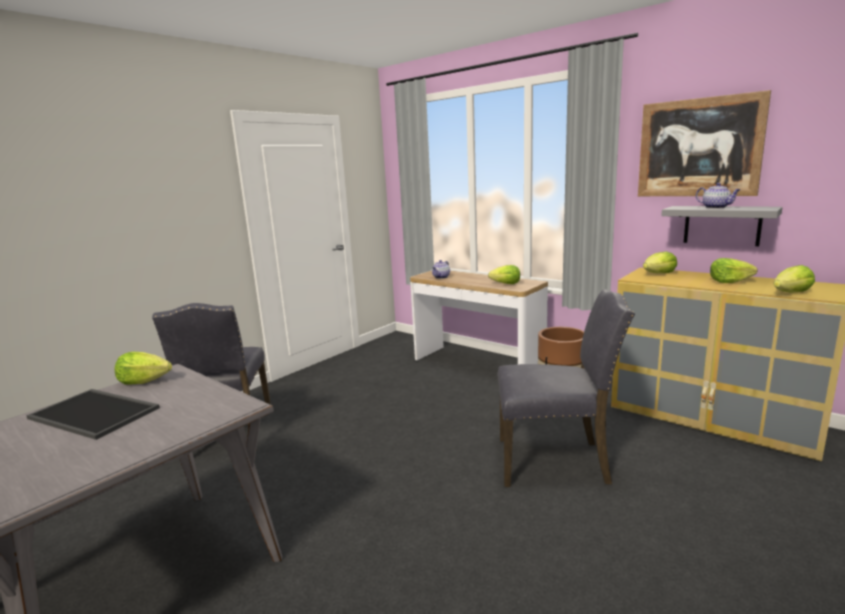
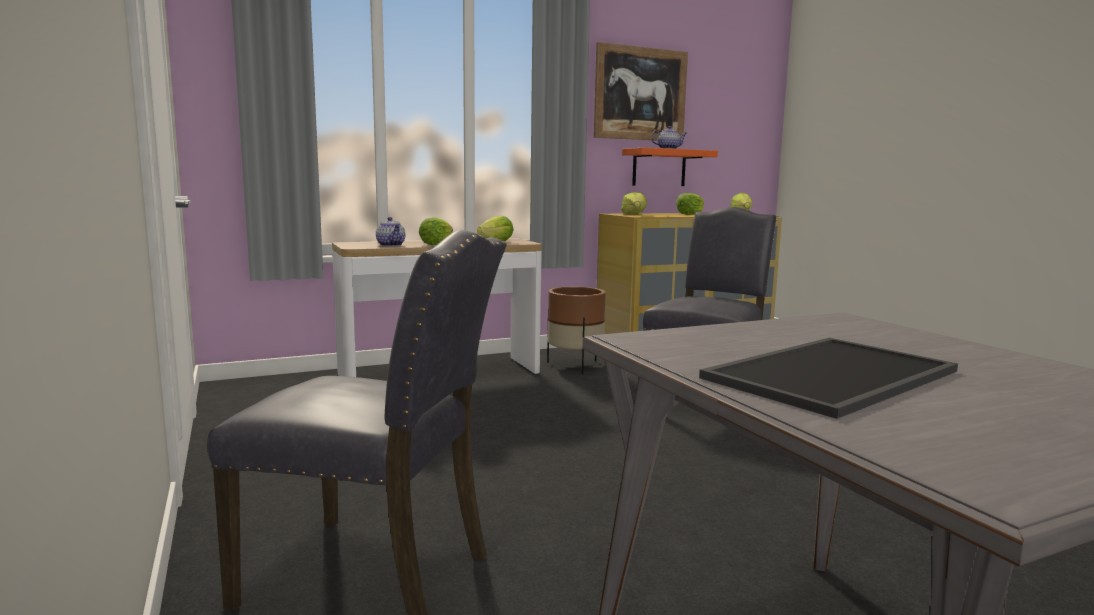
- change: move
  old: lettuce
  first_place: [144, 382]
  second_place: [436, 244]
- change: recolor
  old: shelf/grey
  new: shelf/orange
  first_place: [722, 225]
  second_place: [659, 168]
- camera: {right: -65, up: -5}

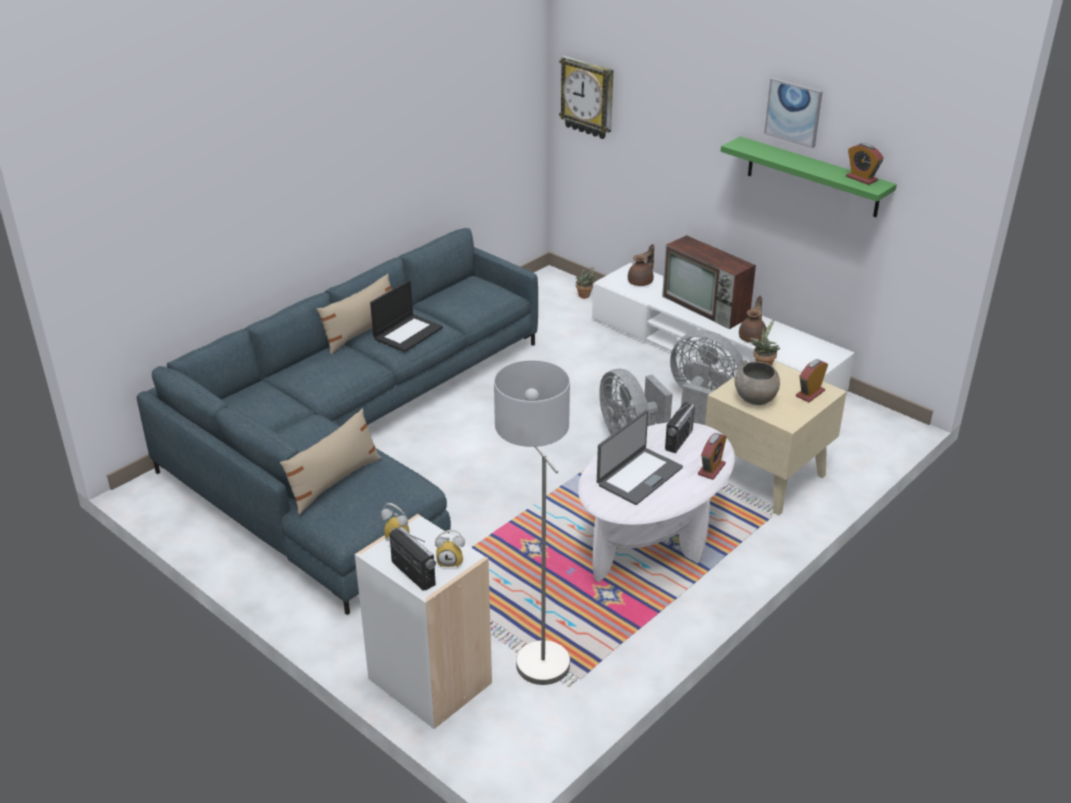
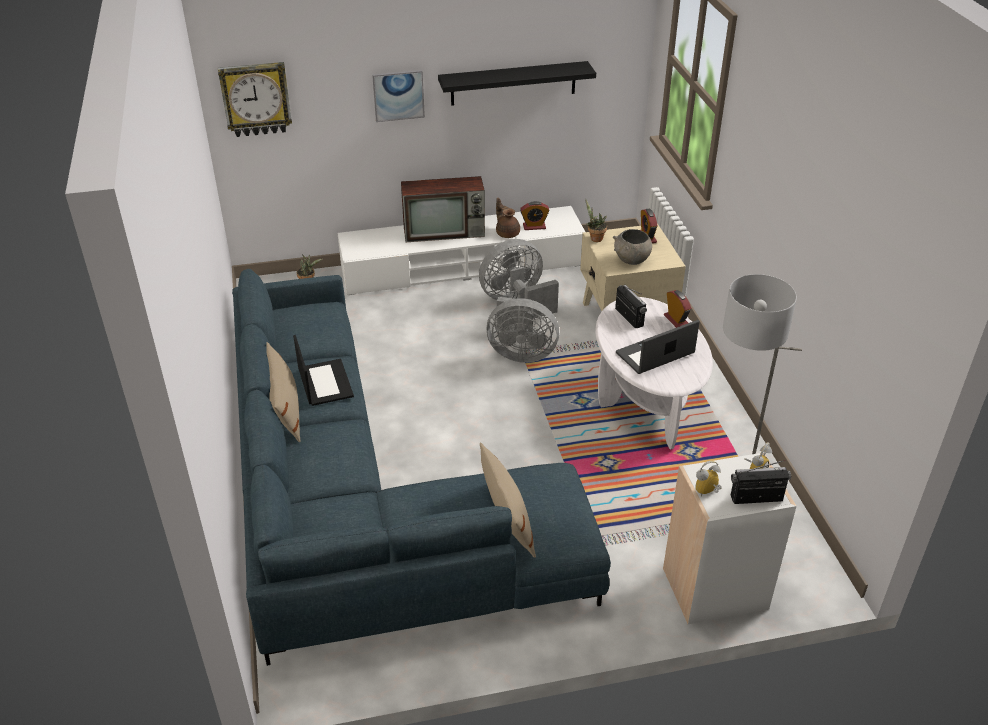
- change: move
  old: picture
  first_place: [793, 112]
  second_place: [398, 95]
- change: recolor
  old: shelf/green
  new: shelf/black
  first_place: [812, 177]
  second_place: [513, 83]
- change: move
  old: alarm clock
  first_place: [861, 178]
  second_place: [534, 226]
- change: rotate
  old: laptop
  first_place: [638, 476]
  second_place: [655, 354]
  degrees: -105
- change: delete
  old: teapot/brown
  first_place: [641, 282]
- camera: {right: -55, up: 5}

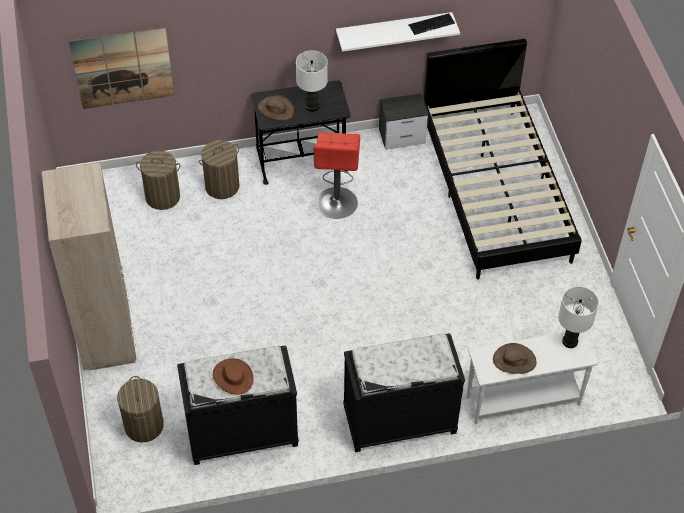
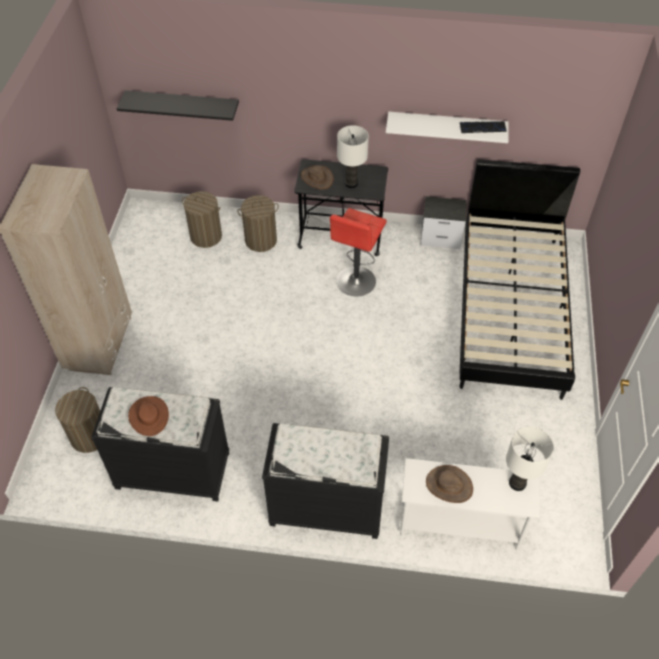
- change: replace
  old: picture
  new: shelf/black
  first_place: [123, 68]
  second_place: [183, 104]
- camera: {right: 20, up: 0}

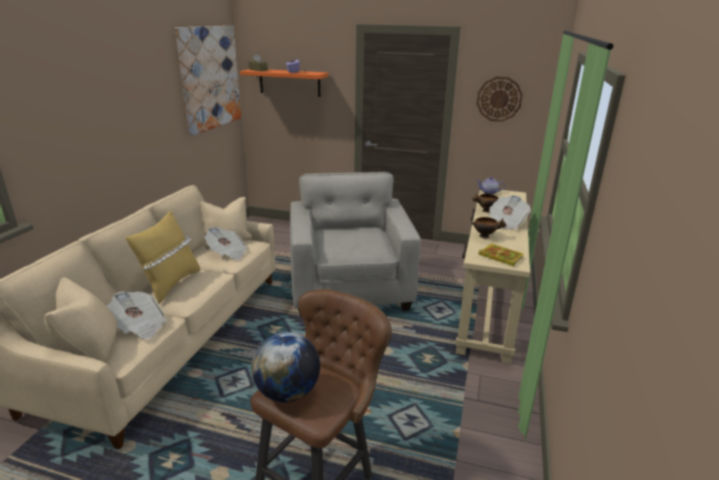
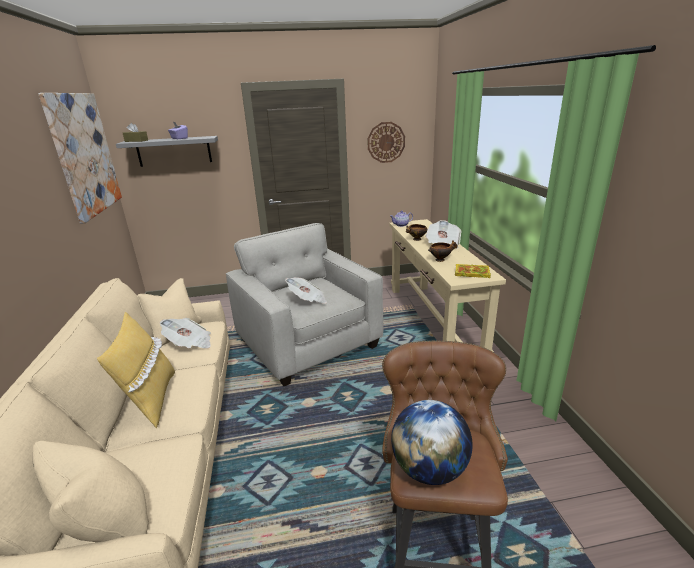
- change: recolor
  old: shelf/orange
  new: shelf/grey
  first_place: [289, 82]
  second_place: [174, 151]
- change: move
  old: newspaper
  first_place: [139, 326]
  second_place: [308, 300]
- camera: {right: -25, up: 0}

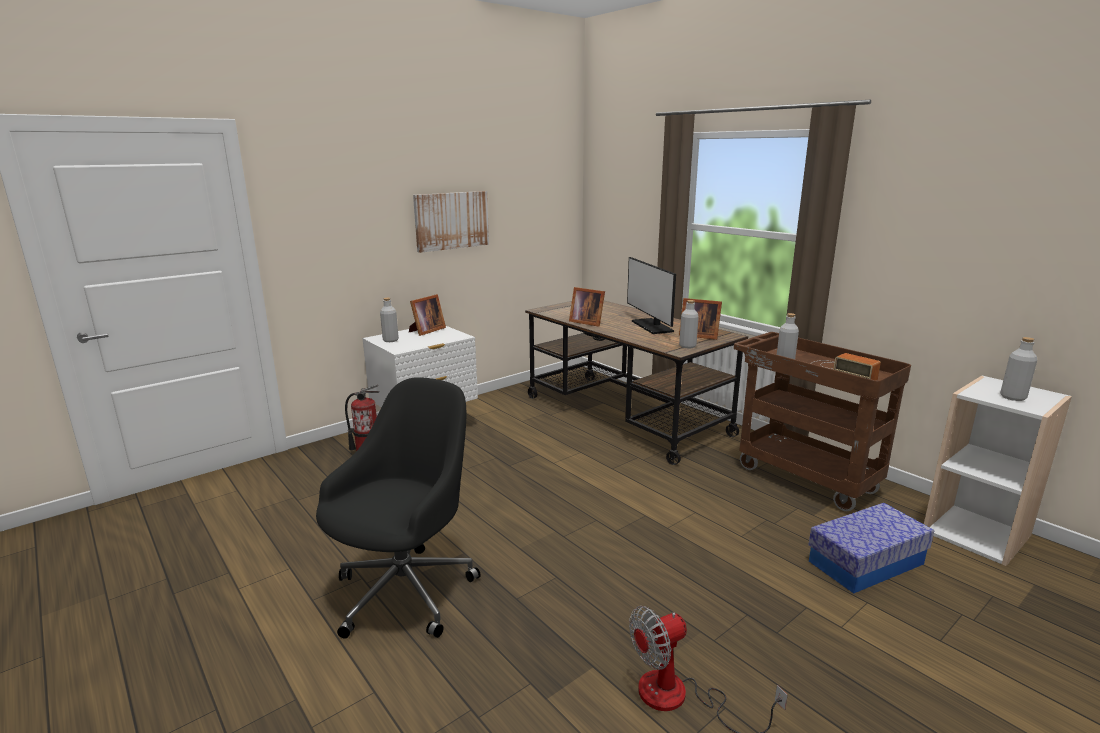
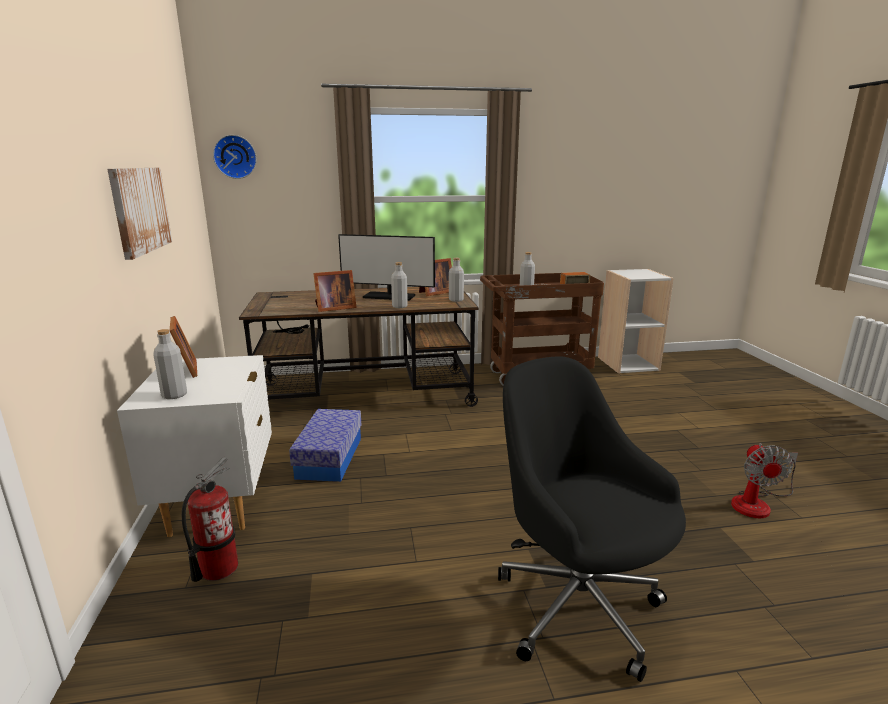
- change: insert
  new: wall clock
  second_place: [235, 157]
- change: move
  old: storage box
  first_place: [866, 562]
  second_place: [329, 457]
- change: move
  old: bottle/grey
  first_place: [1013, 397]
  second_place: [399, 306]
- camera: {right: -60, up: 0}

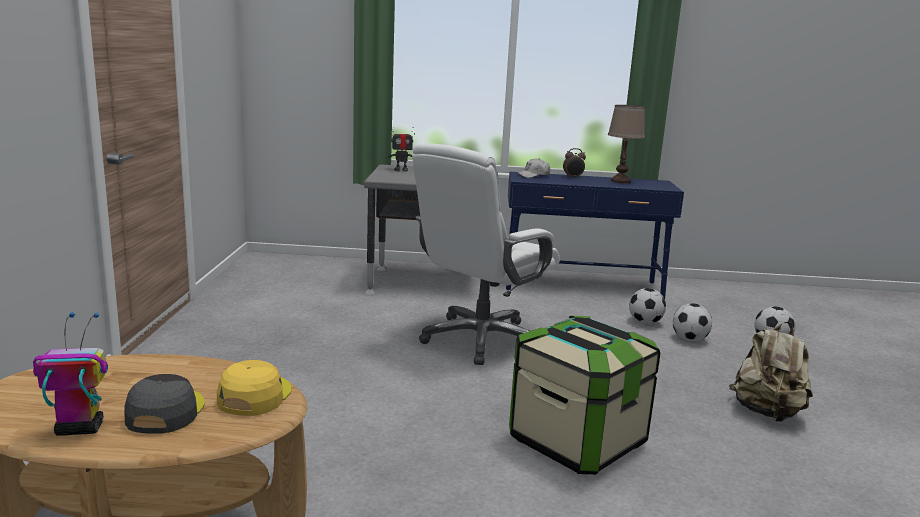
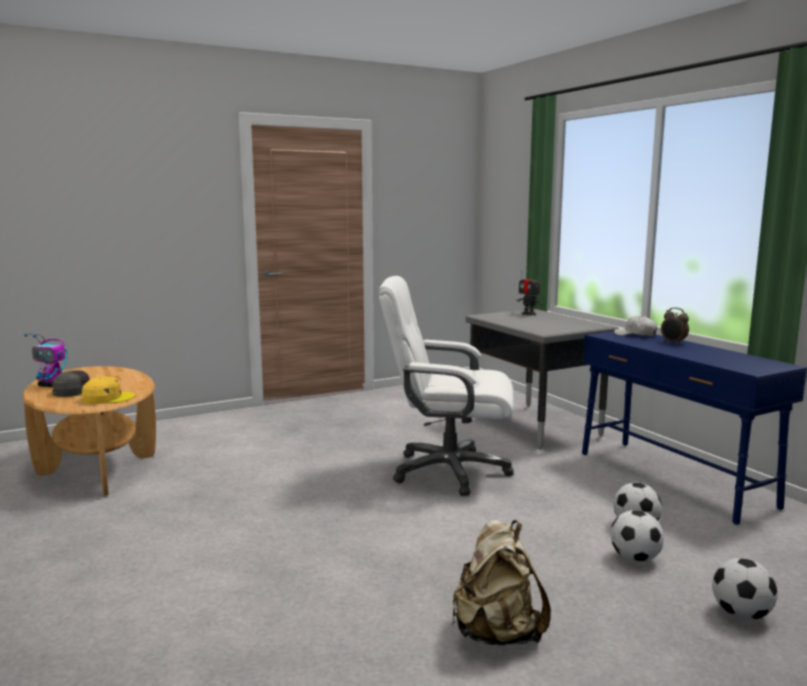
- change: rotate
  old: toy robot
  first_place: [78, 429]
  second_place: [52, 386]
  degrees: 150
- change: delete
  old: storage box
  first_place: [577, 441]
- change: delete
  old: table lamp/brown
  first_place: [620, 181]
- camera: {right: 60, up: -5}

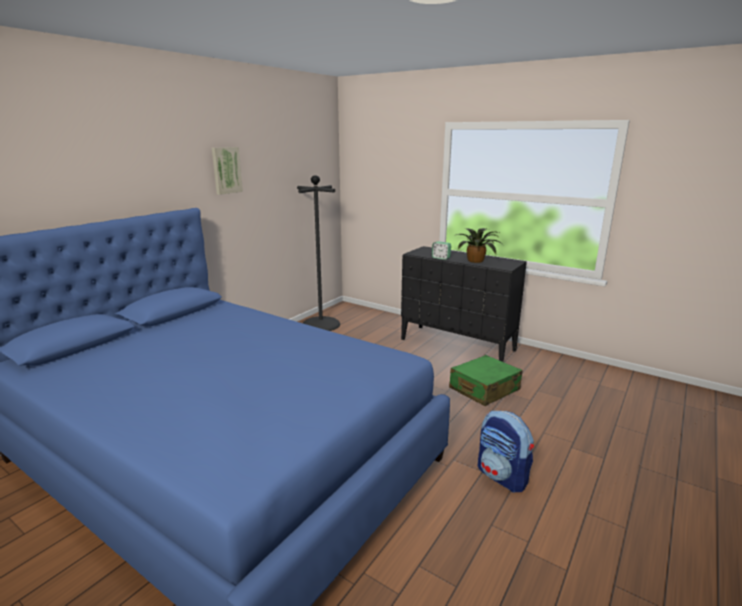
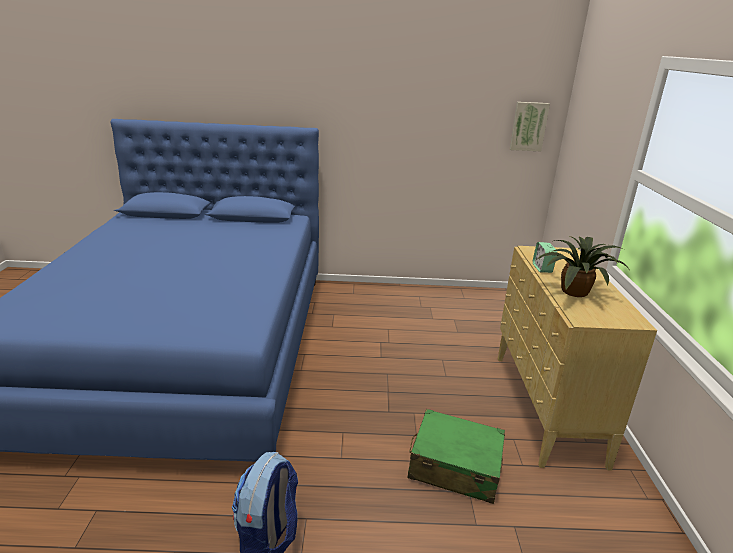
- change: recolor
  old: dresser/black
  new: dresser/beige
  first_place: [457, 345]
  second_place: [544, 407]
- change: move
  old: picture
  first_place: [226, 170]
  second_place: [528, 126]
- change: delete
  old: clothes rack/black
  first_place: [321, 324]
- camera: {right: 55, up: 5}

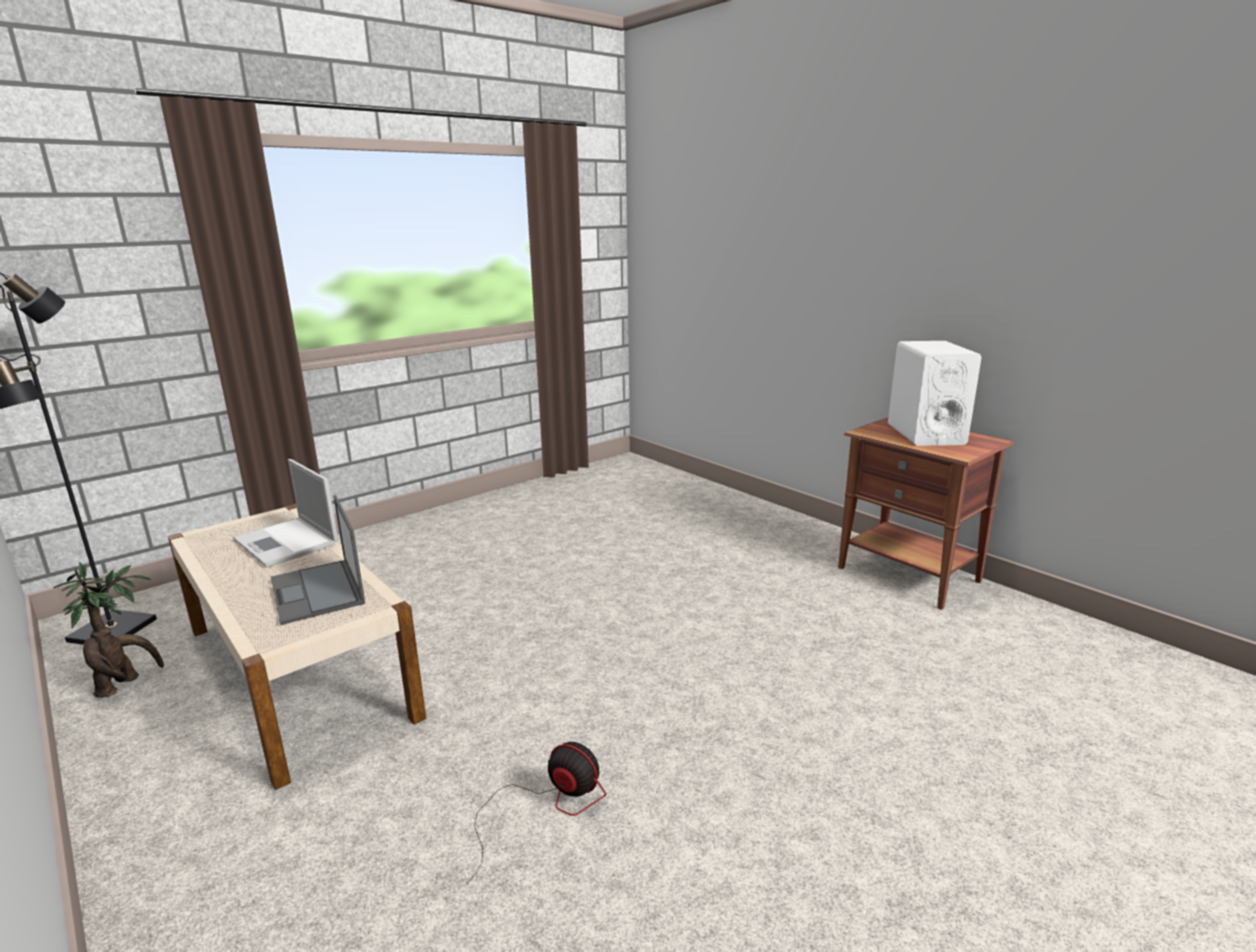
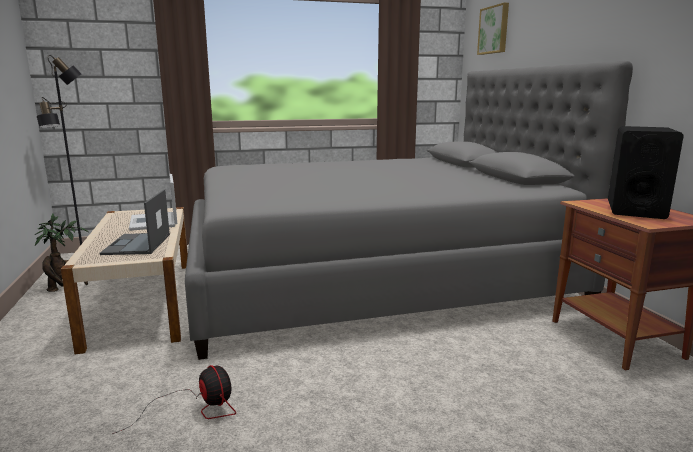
- change: insert
  new: bed/grey
  second_place: [373, 278]
- change: insert
  new: picture
  second_place: [494, 30]
- change: recolor
  old: speaker/white
  new: speaker/black
  first_place: [925, 434]
  second_place: [635, 209]
- camera: {right: 25, up: -5}

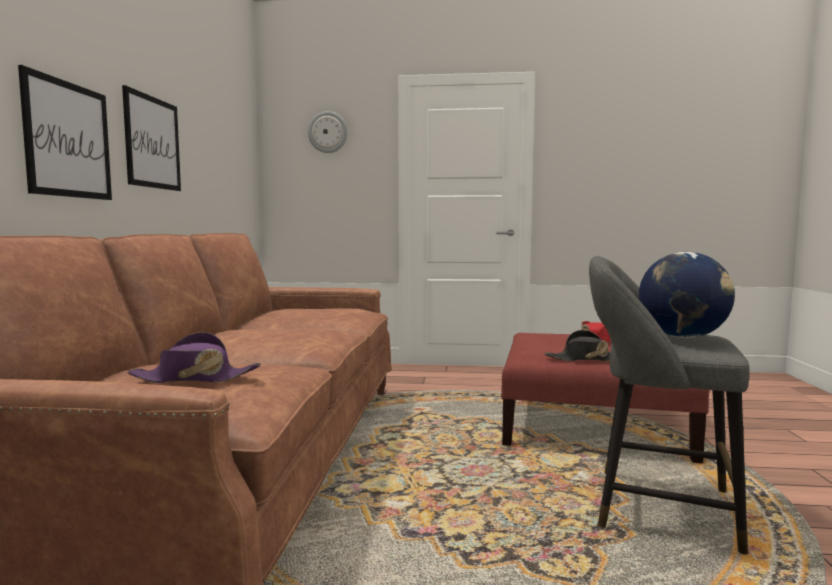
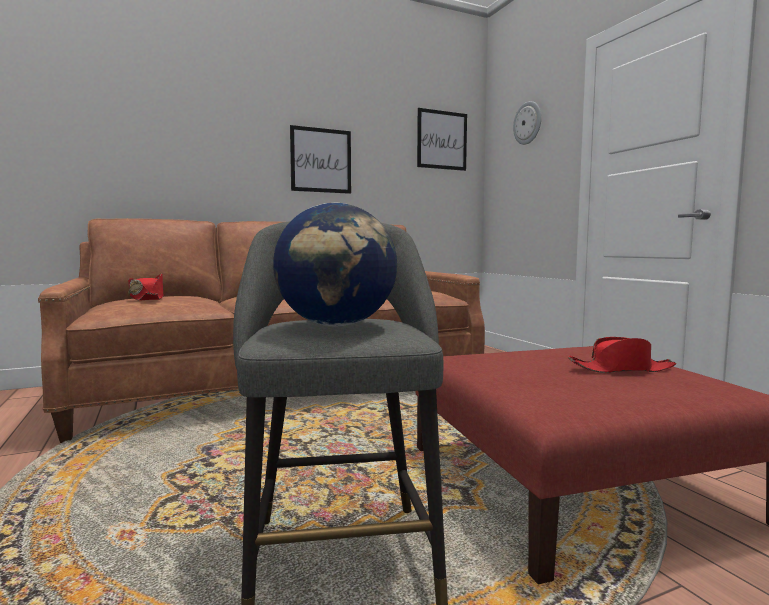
- change: recolor
  old: hat/purple
  new: hat/red
  first_place: [194, 378]
  second_place: [147, 298]
- change: move
  old: picture
  first_place: [68, 140]
  second_place: [442, 140]
- change: delete
  old: hat/black
  first_place: [585, 359]
- camera: {right: 60, up: 0}

